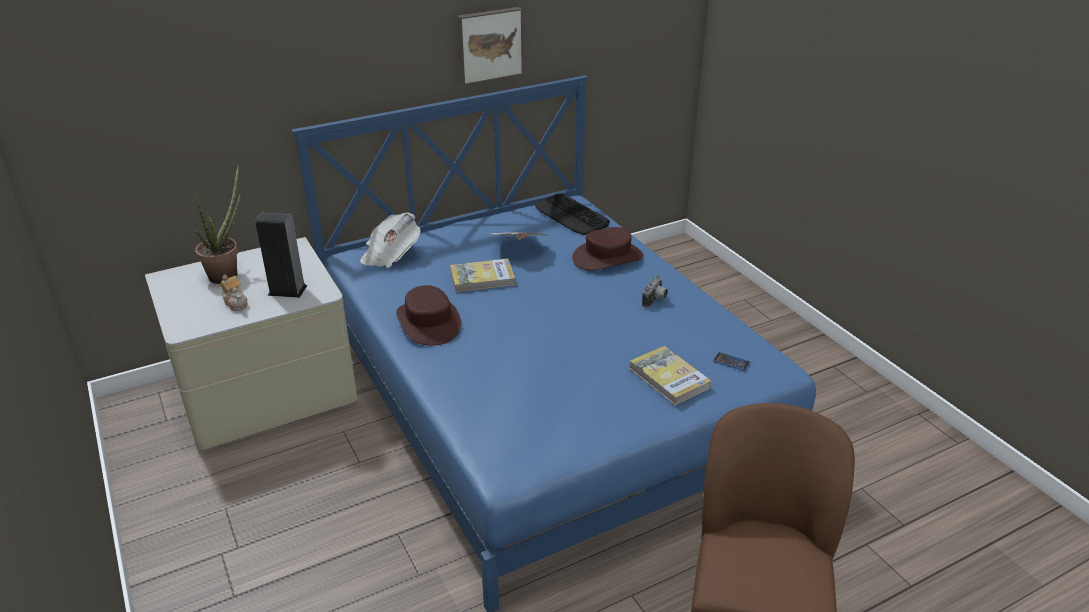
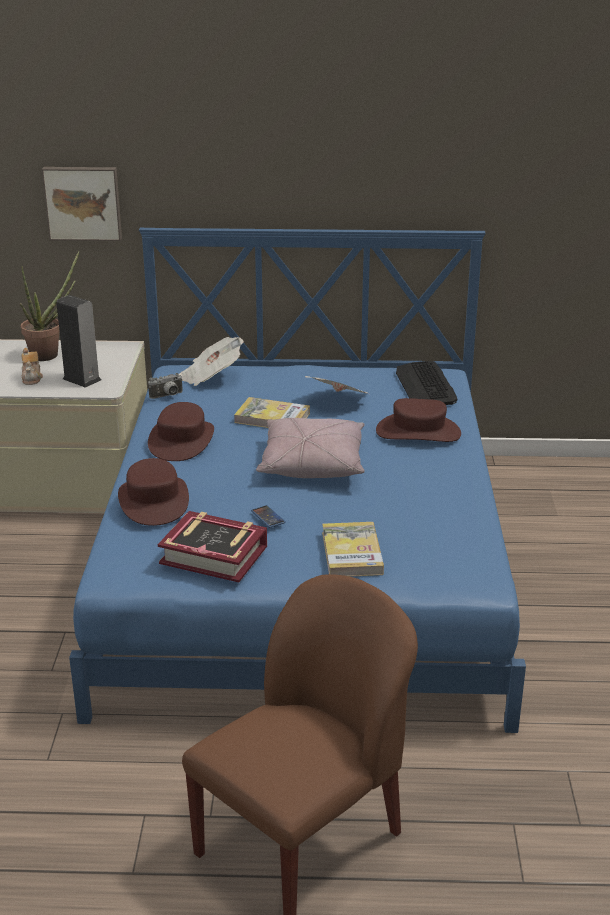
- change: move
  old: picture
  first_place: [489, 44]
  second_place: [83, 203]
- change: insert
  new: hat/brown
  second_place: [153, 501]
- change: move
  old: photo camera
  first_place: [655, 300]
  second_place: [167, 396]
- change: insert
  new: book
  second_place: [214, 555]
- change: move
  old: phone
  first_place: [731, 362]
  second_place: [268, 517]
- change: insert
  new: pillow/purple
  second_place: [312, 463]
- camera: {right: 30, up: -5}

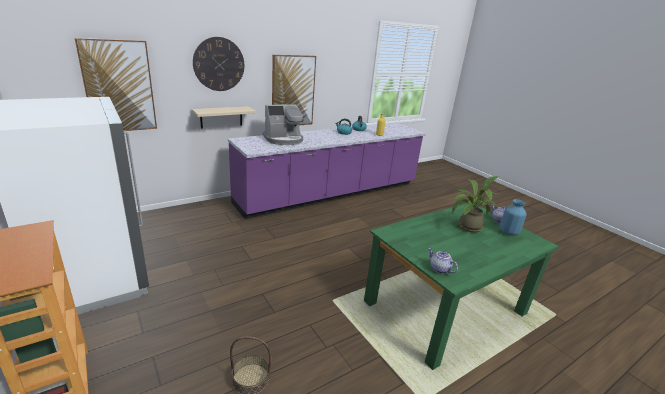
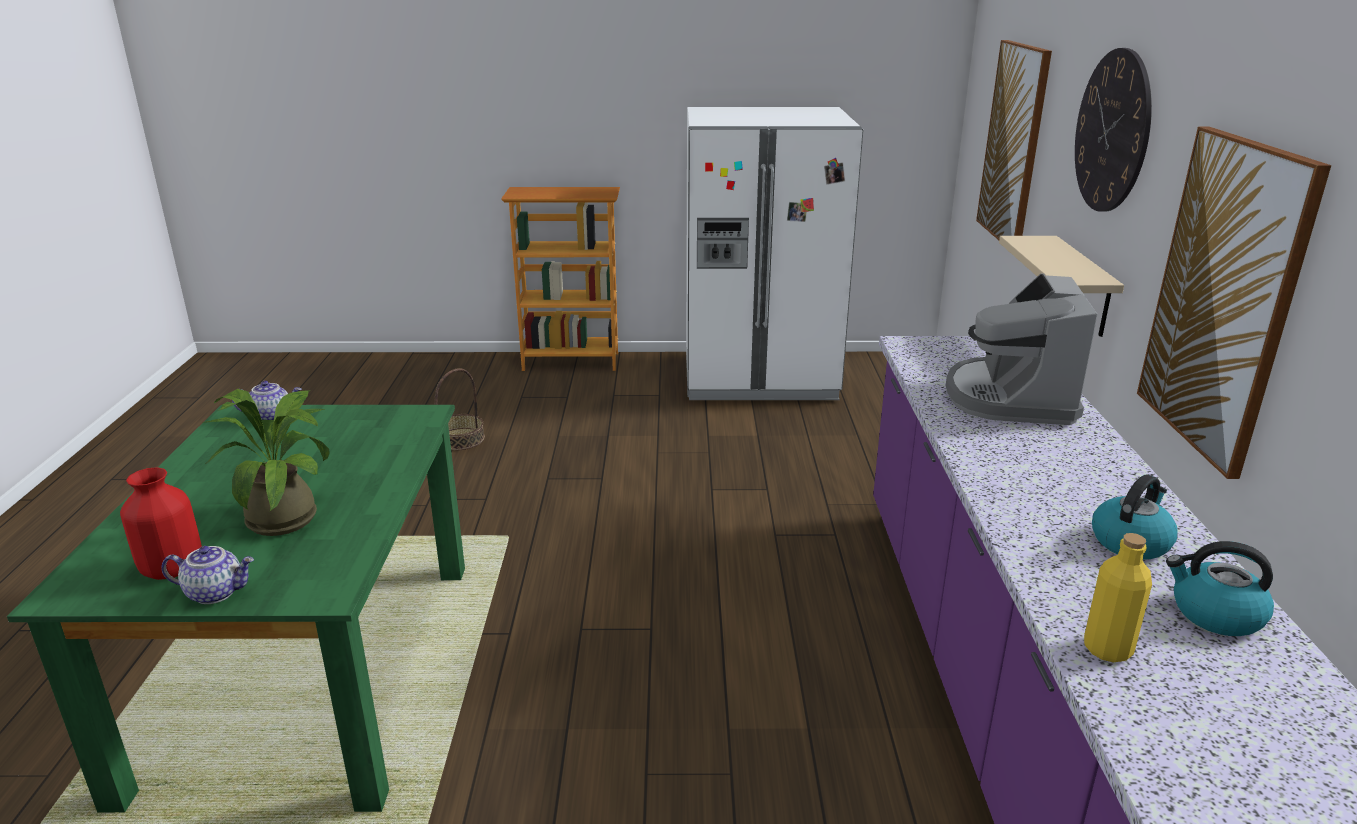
- change: recolor
  old: vase/blue
  new: vase/red
  first_place: [509, 232]
  second_place: [171, 568]
- camera: {right: 125, up: 0}

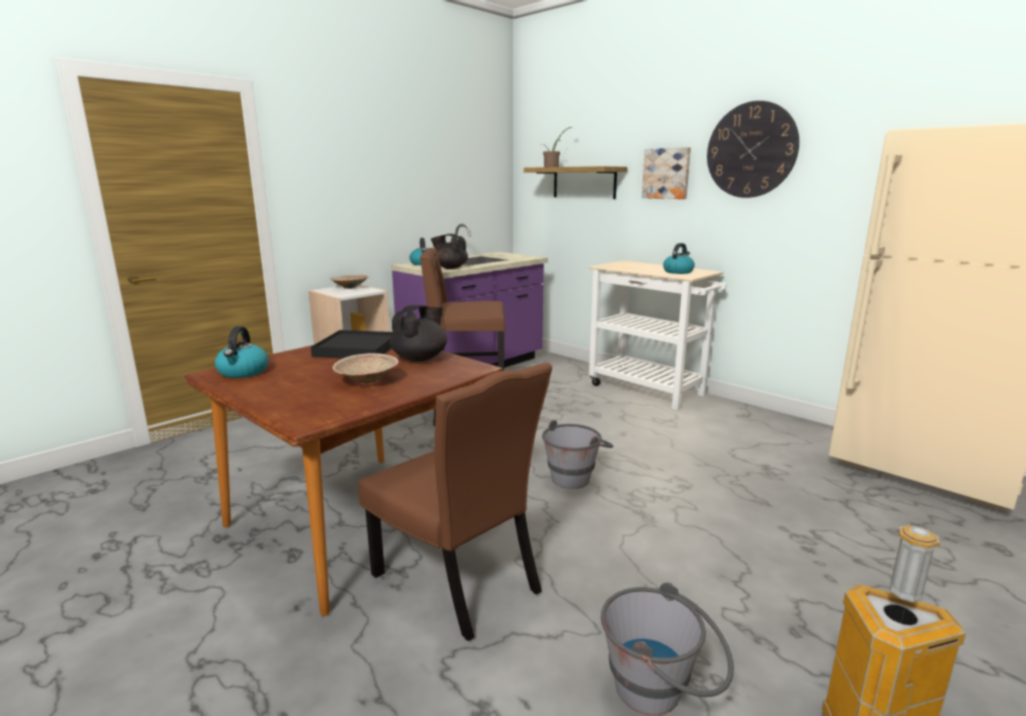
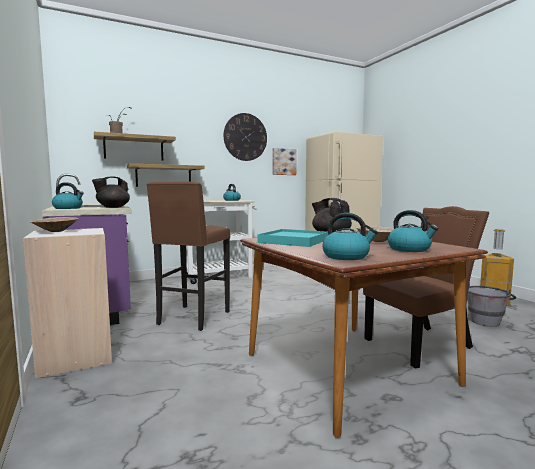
- change: insert
  new: shelf
  second_place: [164, 176]
- change: recolor
  old: tray/black
  new: tray/turquoise
  first_place: [357, 349]
  second_place: [294, 241]
- change: move
  old: picture
  first_place: [666, 173]
  second_place: [283, 162]
- change: insert
  new: kettle
  second_place: [410, 249]
- change: delete
  old: bucket/grey
  first_place: [575, 476]
- camera: {right: -70, up: -10}

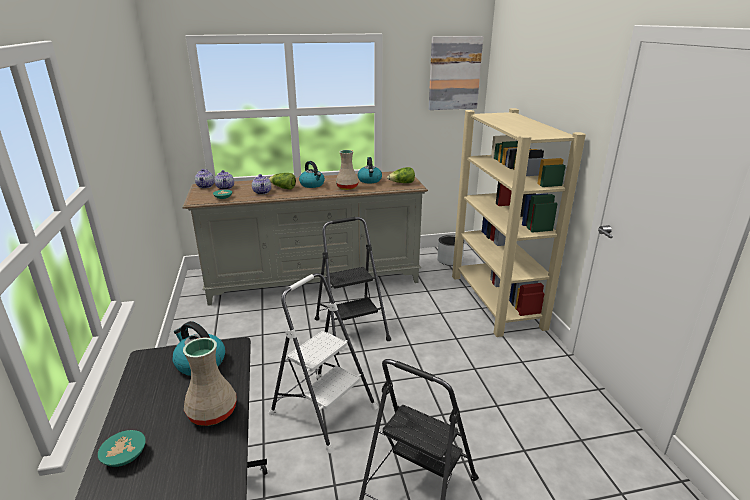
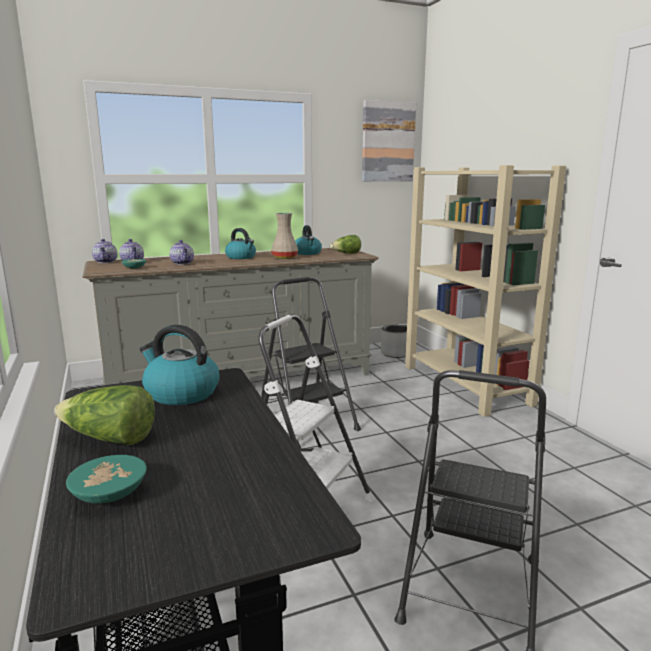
- change: move
  old: lettuce
  first_place: [283, 188]
  second_place: [109, 439]
- change: delete
  old: vase/beige
  first_place: [211, 412]
- camera: {right: -10, up: -10}

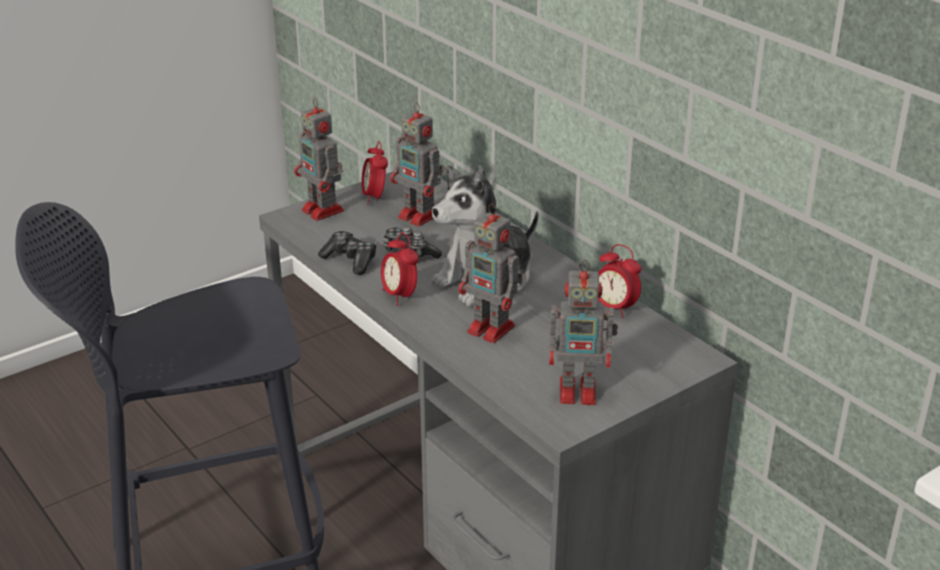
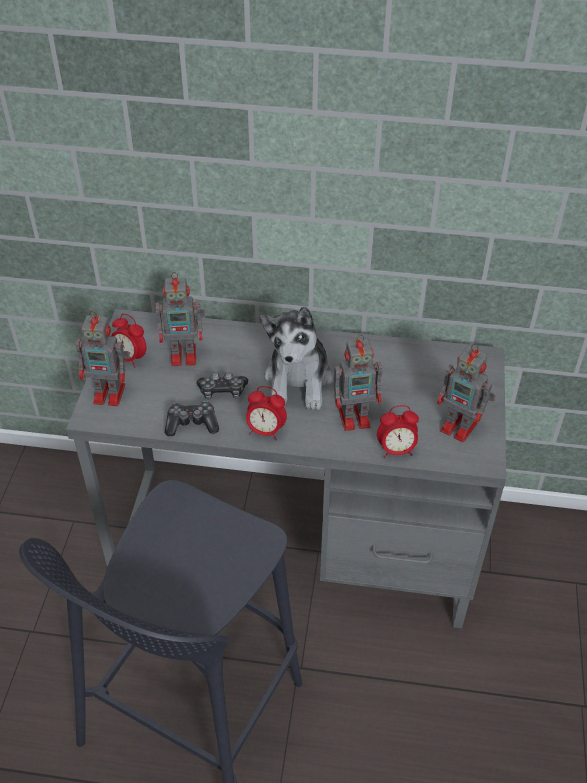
- change: move
  old: alarm clock
  first_place: [614, 308]
  second_place: [396, 450]
- change: rotate
  old: toy robot
  first_place: [580, 391]
  second_place: [460, 427]
  degrees: 75
- camera: {right: -45, up: 15}

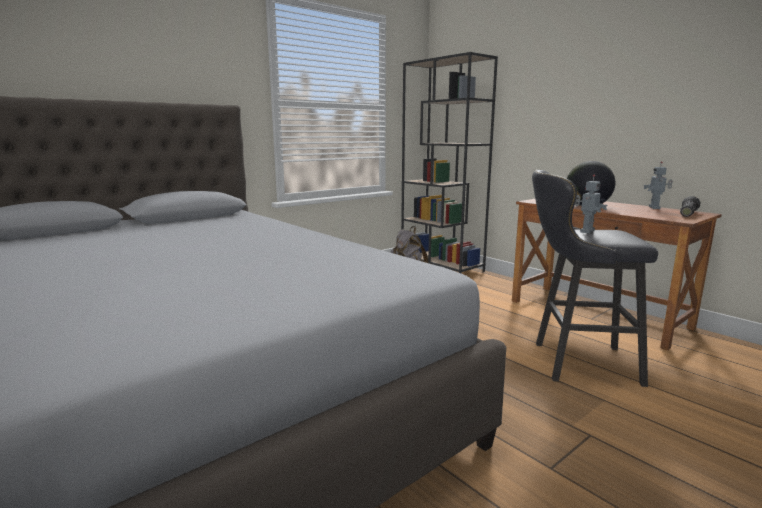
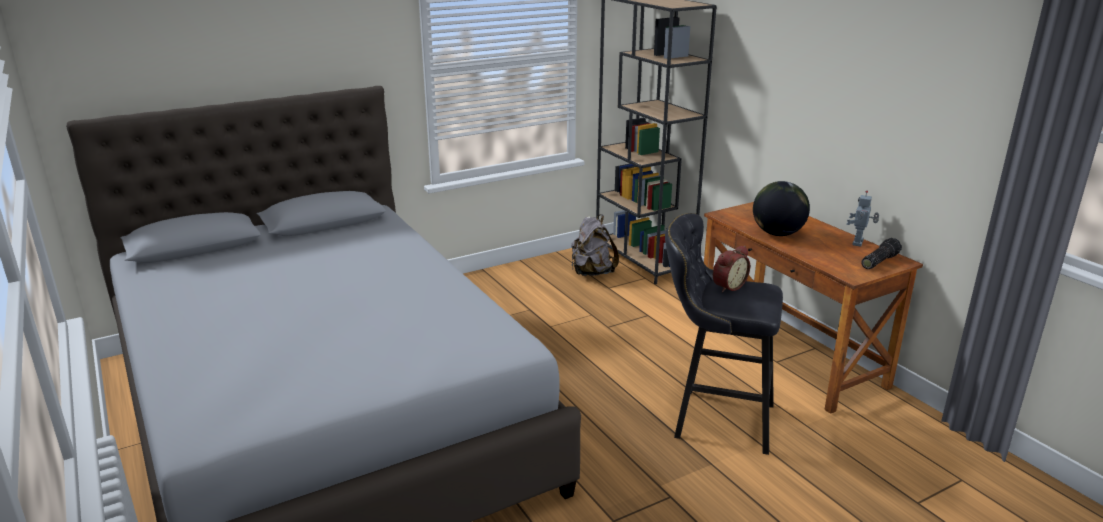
- change: replace
  old: toy robot
  new: alarm clock
  first_place: [586, 231]
  second_place: [727, 286]
- camera: {right: 10, up: 10}

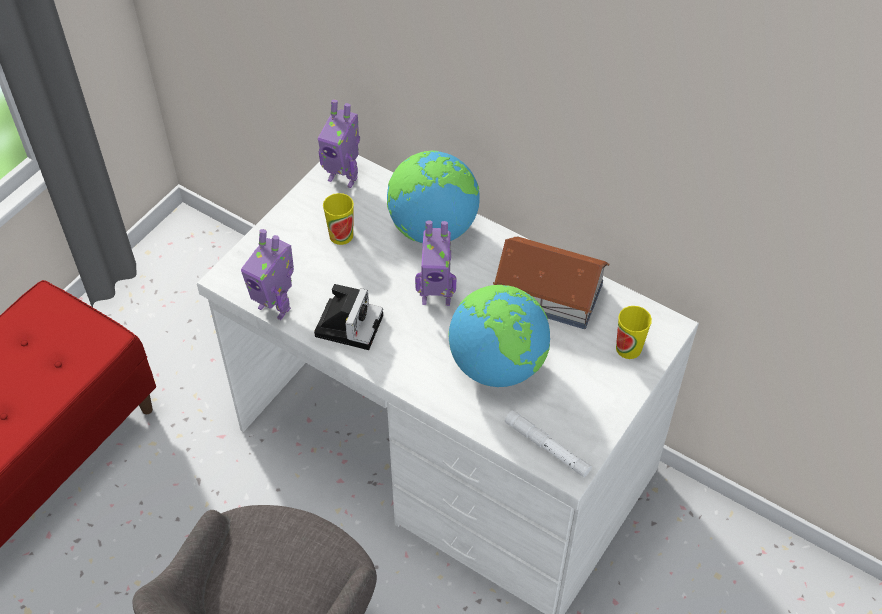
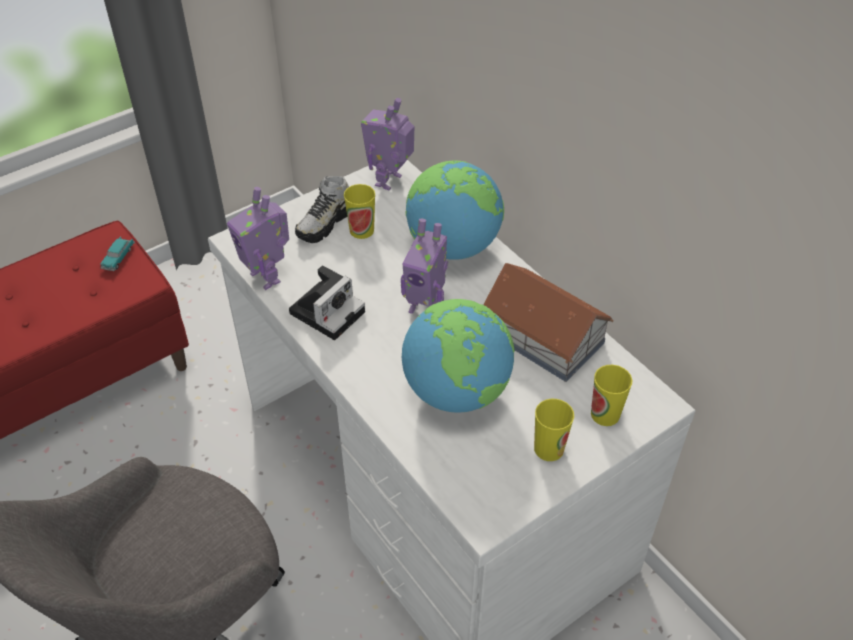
- change: insert
  new: toy car
  second_place: [118, 257]
- change: insert
  new: shoe
  second_place: [325, 223]
- change: rotate
  old: toy robot
  first_place: [343, 177]
  second_place: [390, 181]
  degrees: 75
- change: insert
  new: cup
  second_place: [549, 448]
- change: delete
  old: flashlight/white
  first_place: [547, 447]
- camera: {right: 20, up: -5}

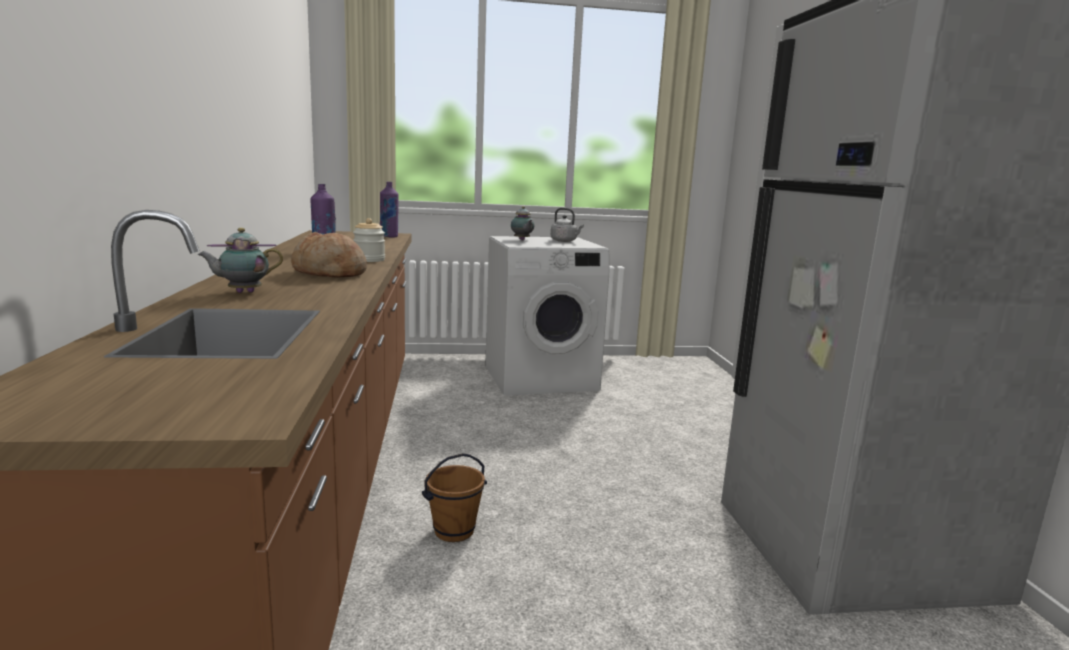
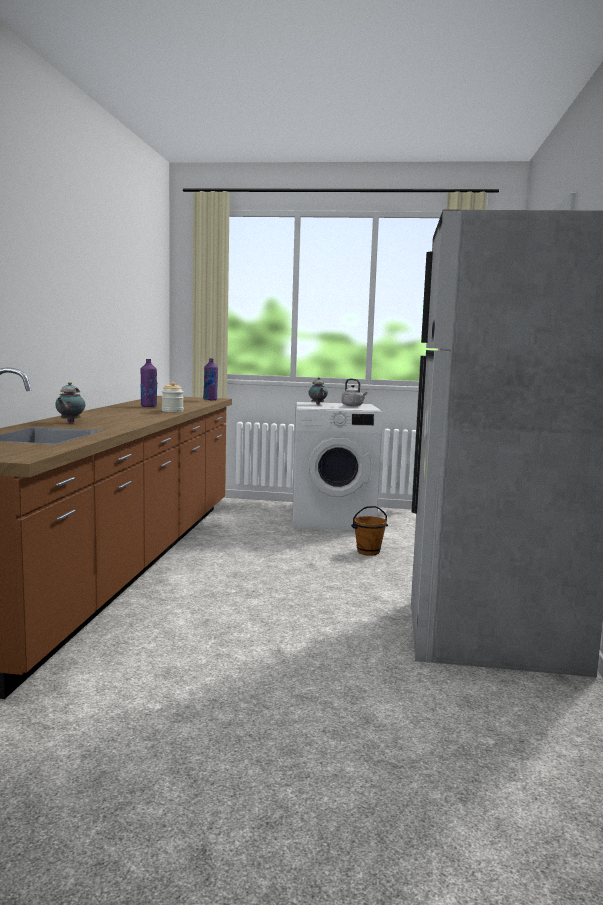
- change: rotate
  old: teapot
  first_place: [242, 292]
  second_place: [69, 422]
  degrees: -75
- change: move
  old: bucket/brown
  first_place: [454, 531]
  second_place: [368, 552]
- change: delete
  old: bread
  first_place: [329, 273]
- camera: {right: 15, up: -5}

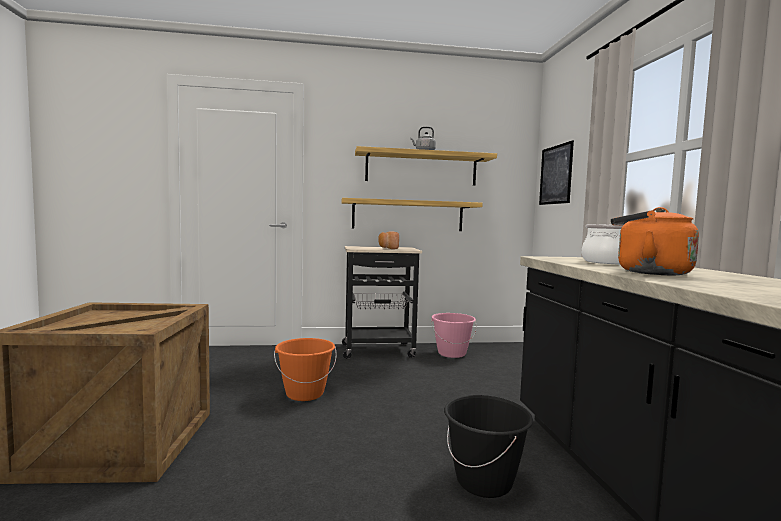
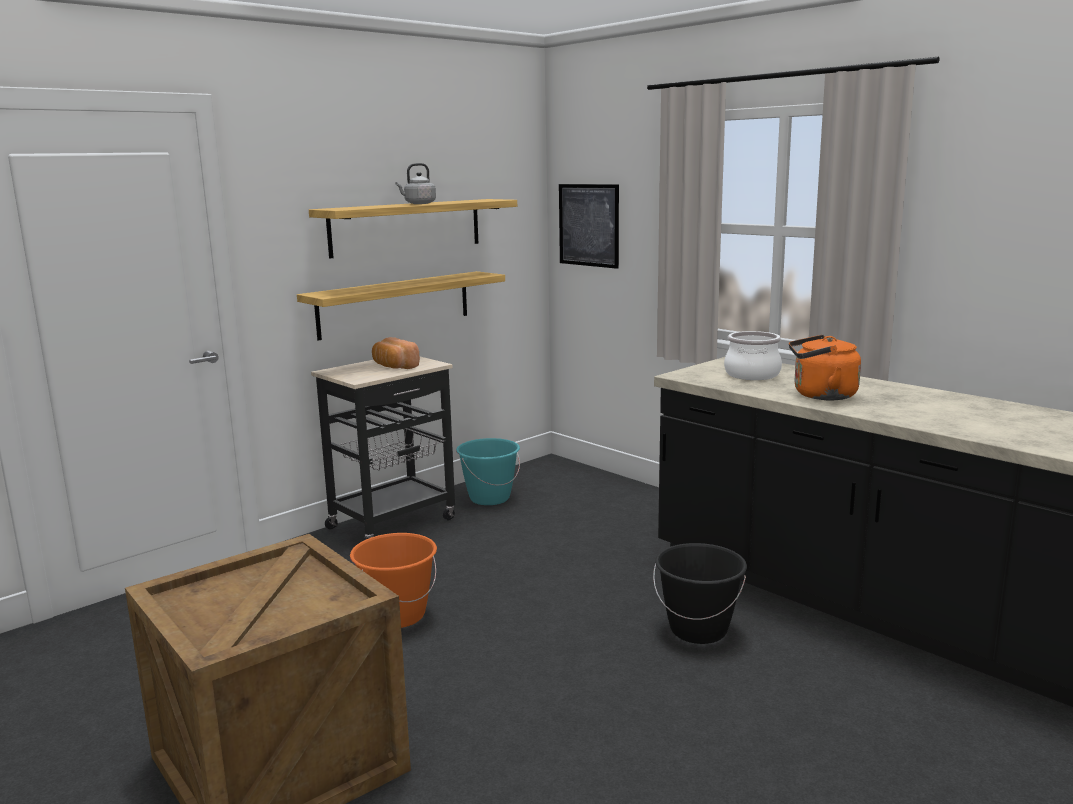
- change: recolor
  old: bucket/pink
  new: bucket/turquoise
  first_place: [451, 353]
  second_place: [489, 498]
- camera: {right: -35, up: 10}

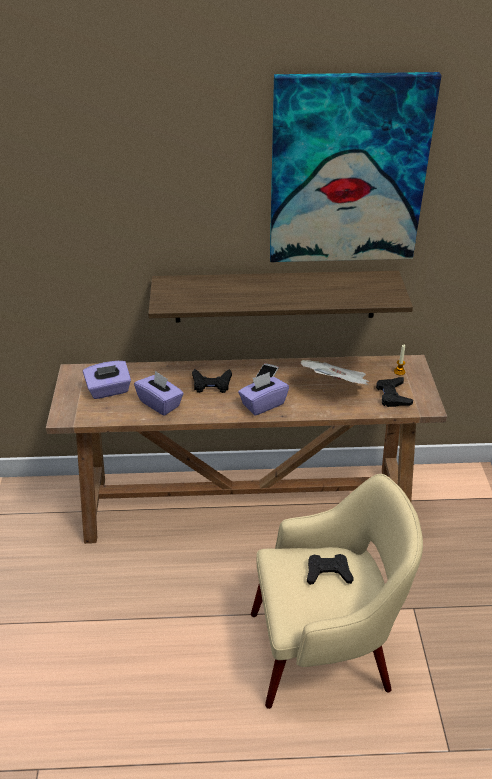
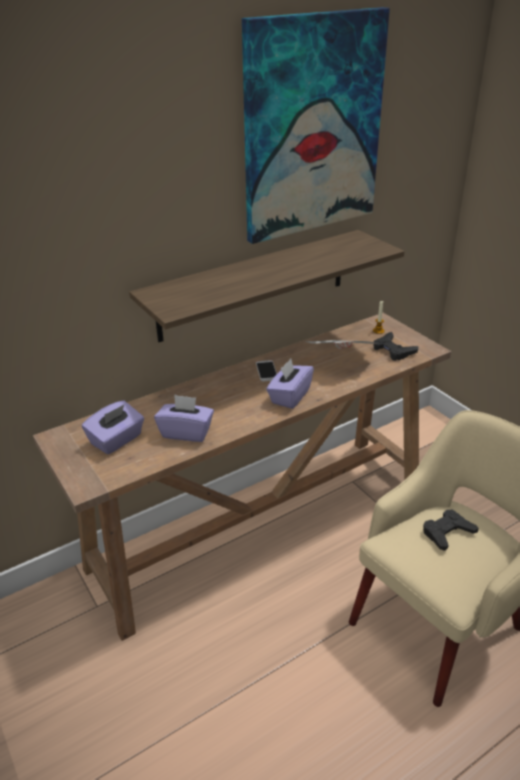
- change: delete
  old: game controller/black
  first_place: [211, 384]
- camera: {right: -30, up: -5}

